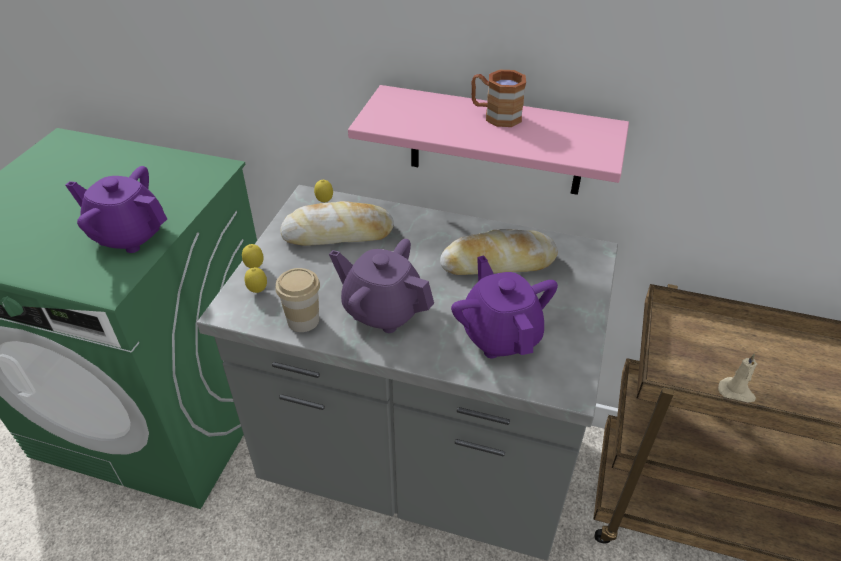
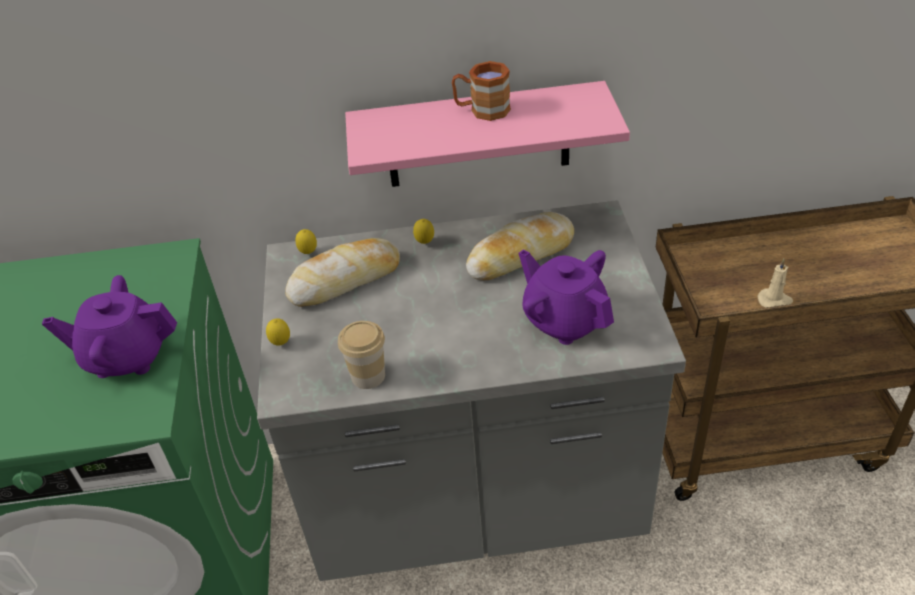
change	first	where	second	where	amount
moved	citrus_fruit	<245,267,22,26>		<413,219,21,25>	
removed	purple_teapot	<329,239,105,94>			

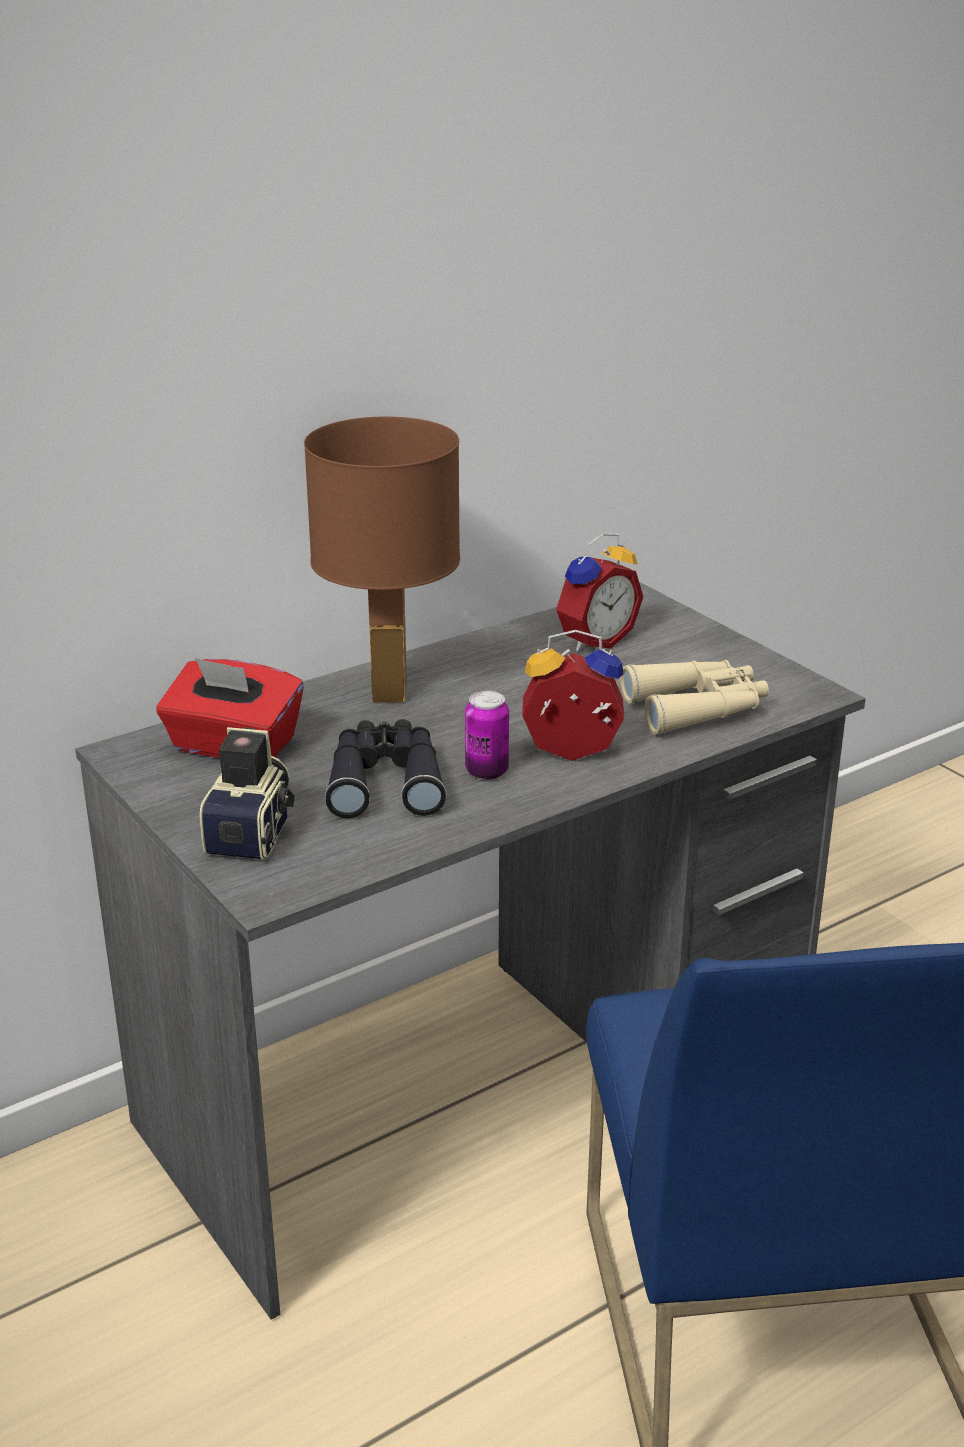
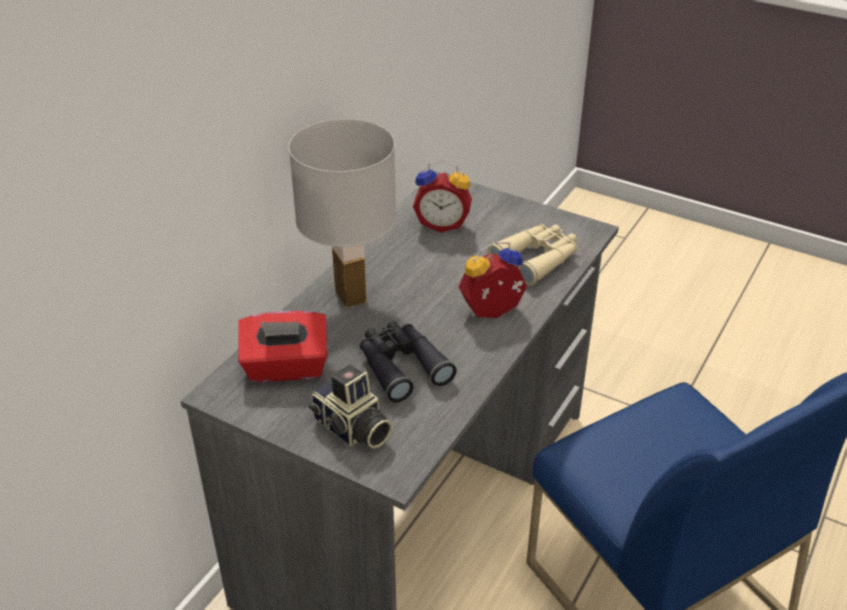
change	first	where	second	where	amount
recoloured	brown-coloured_table_lamp	<304,417,156,285>	white_table_lamp	<289,119,107,189>	
turned	still_camera	<200,727,95,133>		<309,365,83,83>	150 degrees clockwise
turned	table_clock	<556,533,87,119>		<413,161,59,72>	75 degrees clockwise
removed	can	<465,691,44,89>			

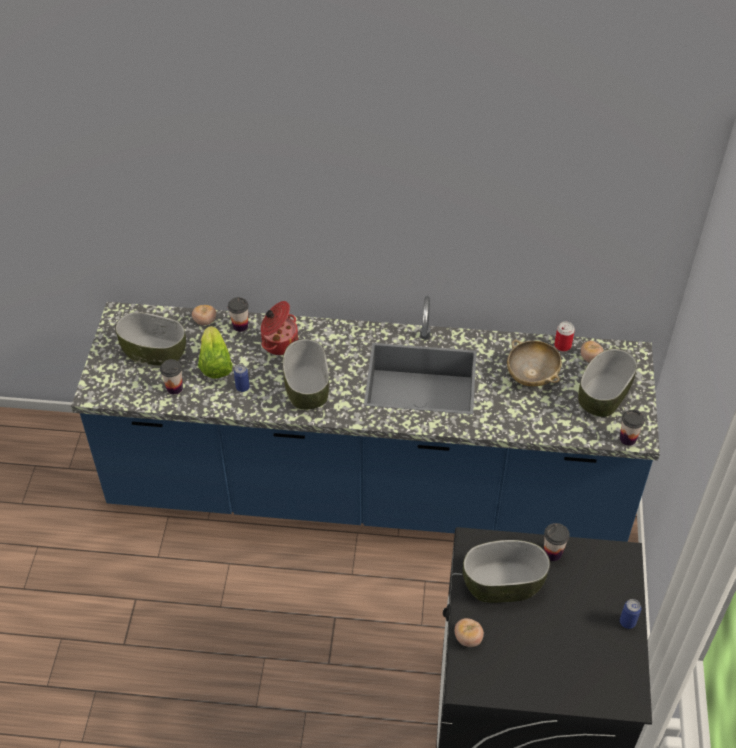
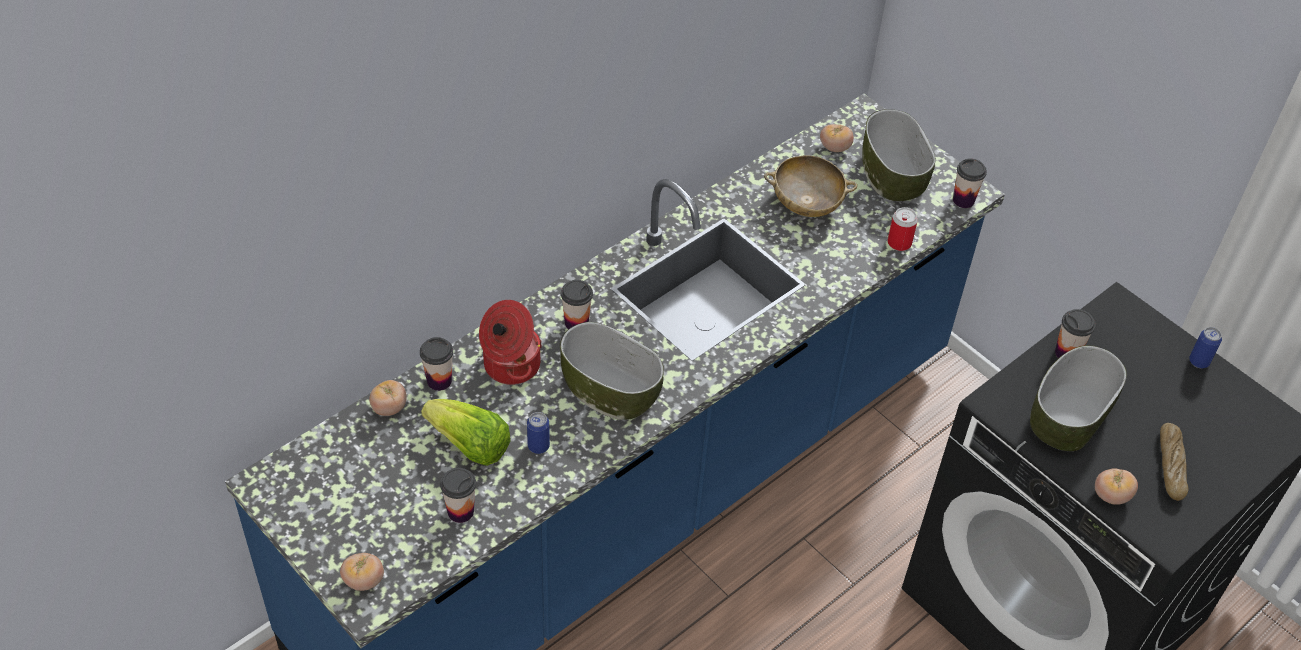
change	first	where	second	where	amount
added			tomato	<340,553,44,38>	
added			drinking_cup	<561,280,32,49>	
moved	can	<554,322,21,30>		<887,207,31,44>	
added			bakery_bread	<1160,423,28,78>	
removed	serving_bowl	<115,312,71,56>			

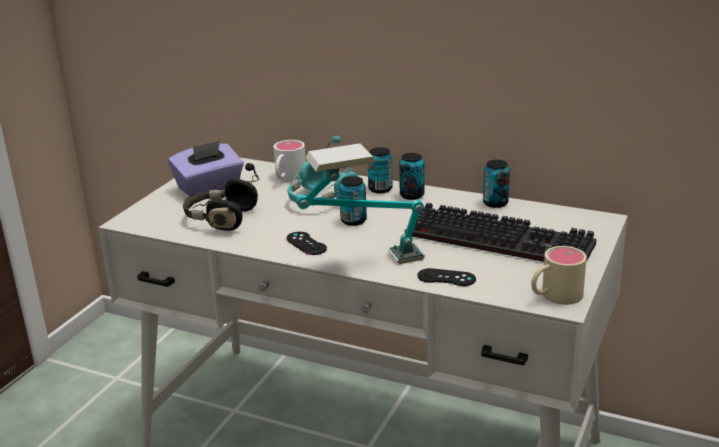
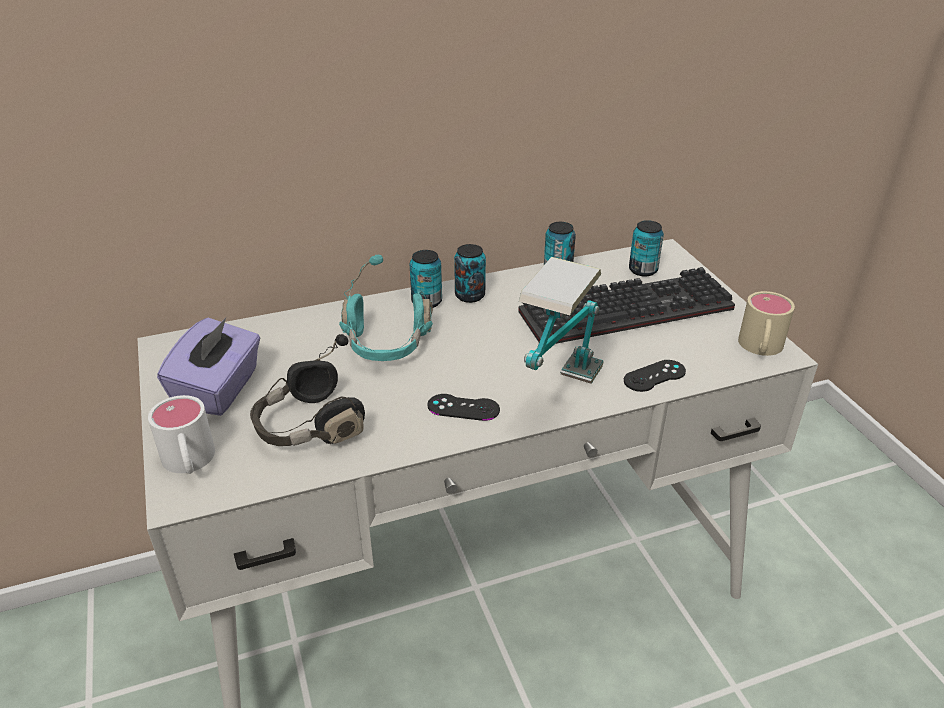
change	first	where	second	where	amount
moved	white_coffee_mug	<273,140,33,42>		<148,395,67,79>	
moved	can	<339,176,28,50>		<629,220,35,57>	

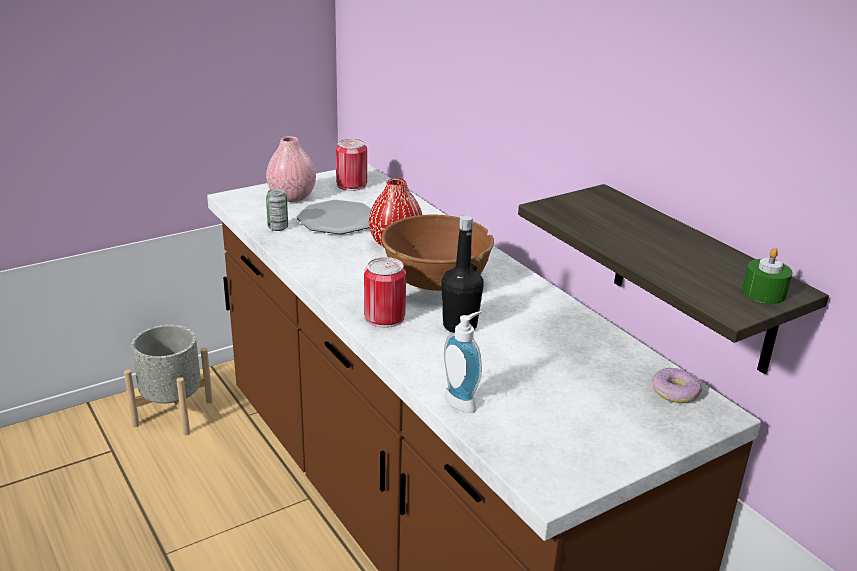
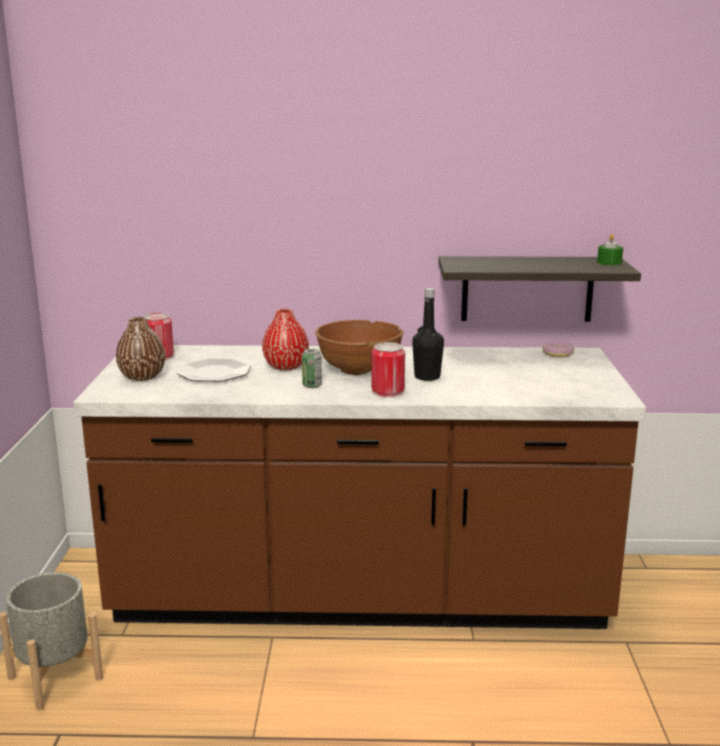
change	first	where	second	where	amount
recoloured	pinkish_decorative_vase	<266,136,50,66>	brown-coloured_decorative_vase	<116,317,49,64>	
moved	can	<266,189,22,42>		<302,349,20,39>	
removed	soap_bottle	<444,311,38,102>			

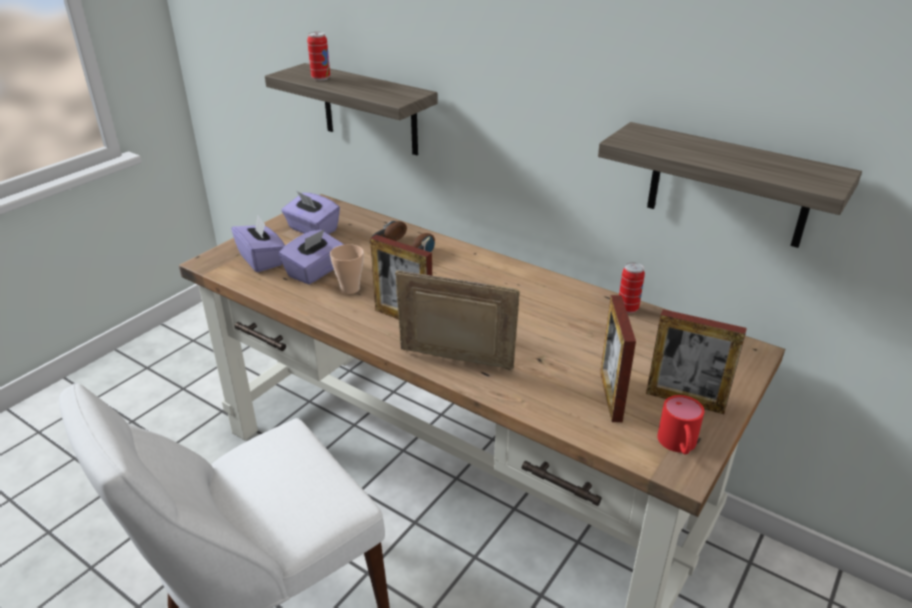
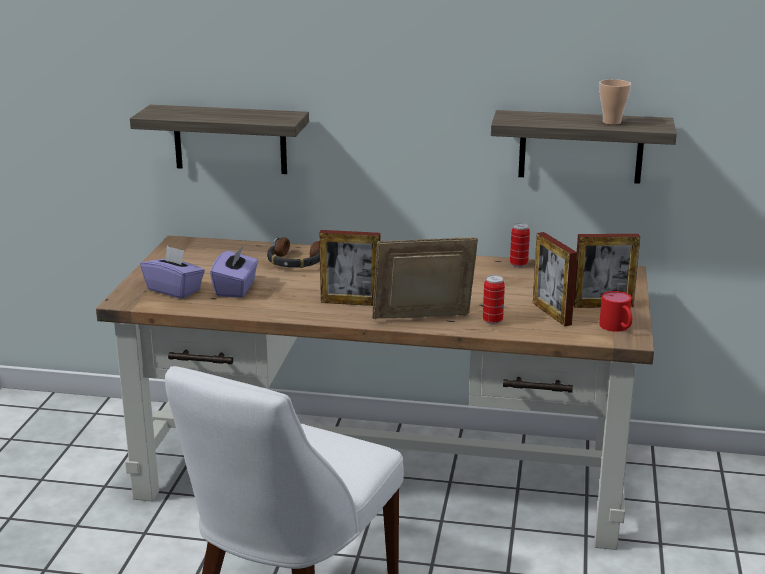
change	first	where	second	where	amount
moved	can	<307,32,23,49>		<483,275,22,50>	
moved	drinking_cup	<330,244,34,50>		<599,79,32,46>	
removed	purple_tissue_box	<282,191,58,43>			

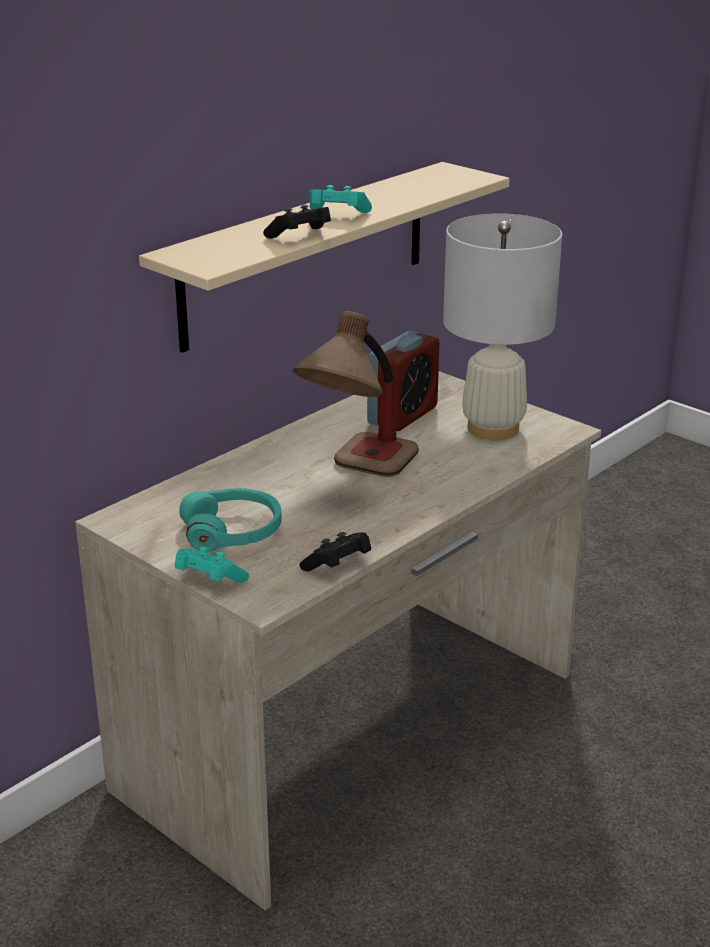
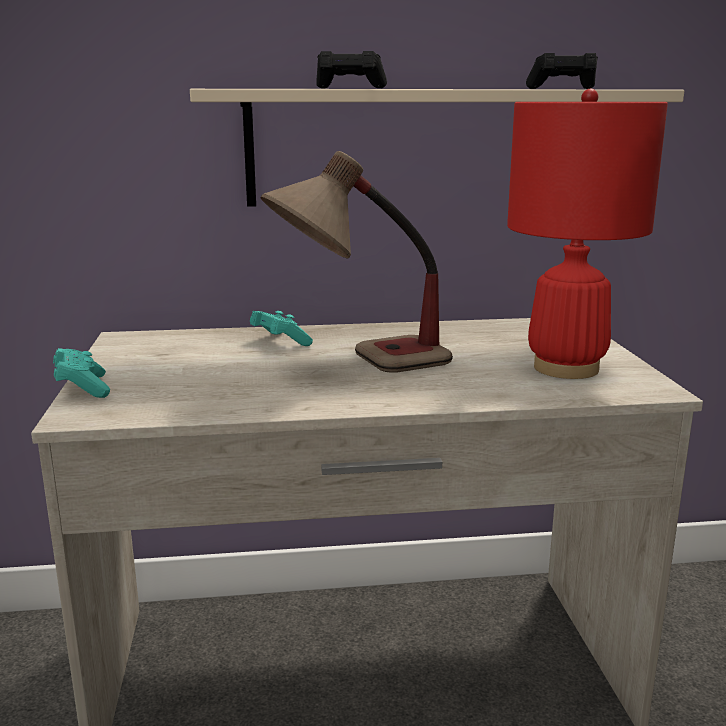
change	first	where	second	where	amount
moved	turquoise-coloured_joypad	<310,185,62,28>		<250,311,63,35>	
recoloured	white_table_lamp	<443,213,119,227>	reddish_table_lamp	<507,89,161,290>	
moved	black_joypad	<299,532,72,39>		<526,53,72,36>	
removed	turquoise-coloured_pair_of_headphones	<179,488,103,63>			
removed	table_clock	<367,331,73,100>			

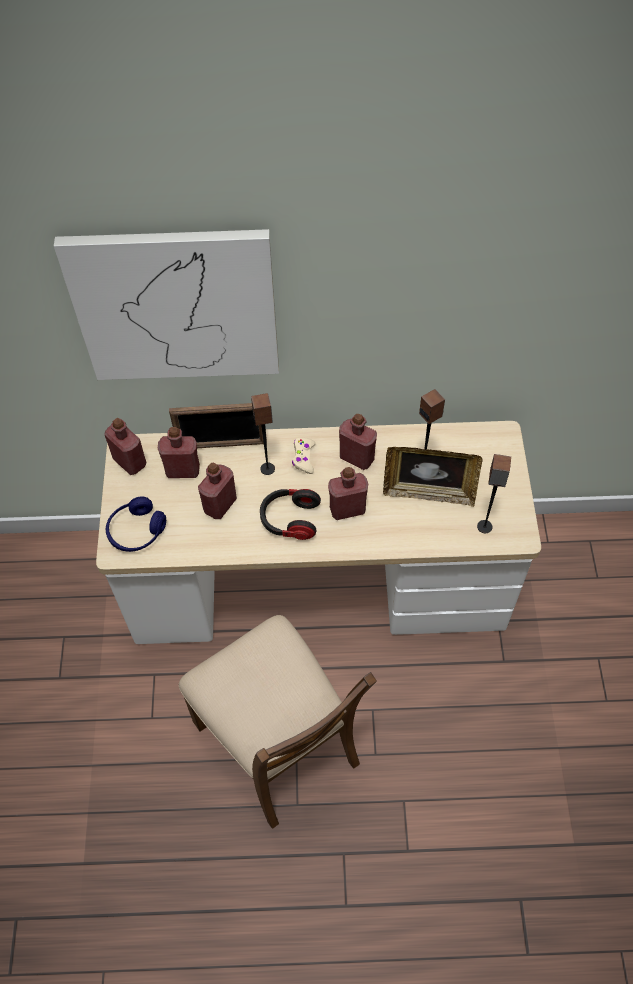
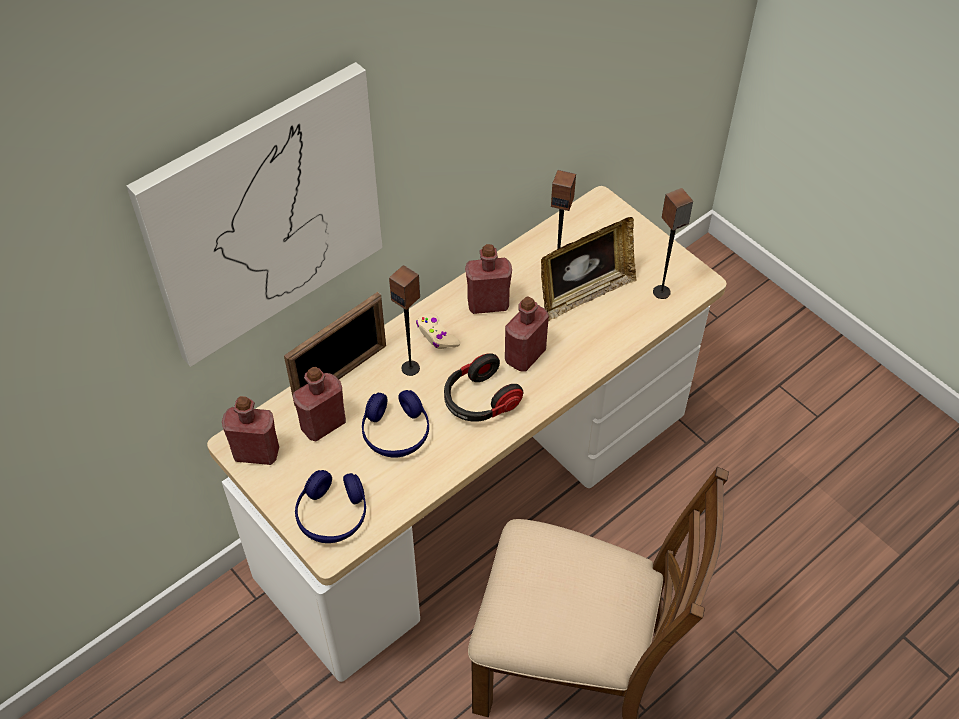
change	first	where	second	where	amount
replaced	reddish_beverage_bottle	<198,463,39,56>	bluish_pair_of_headphones	<362,390,67,68>	

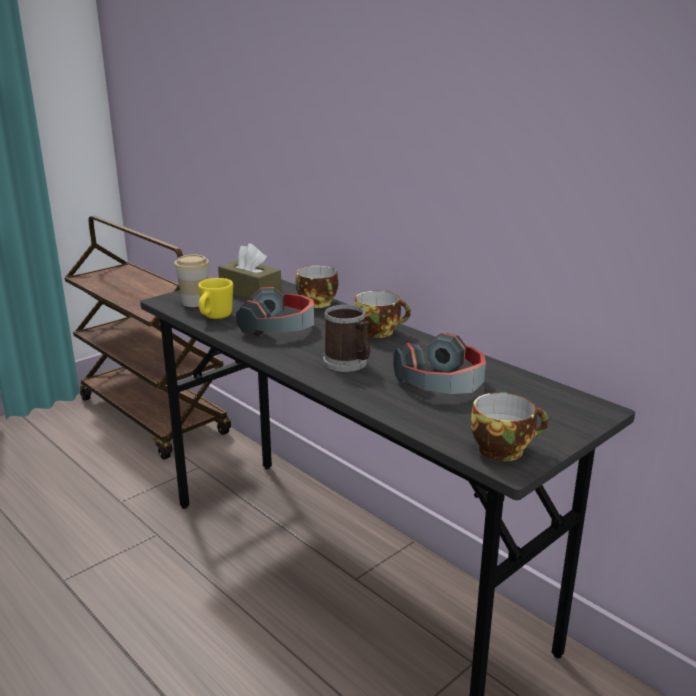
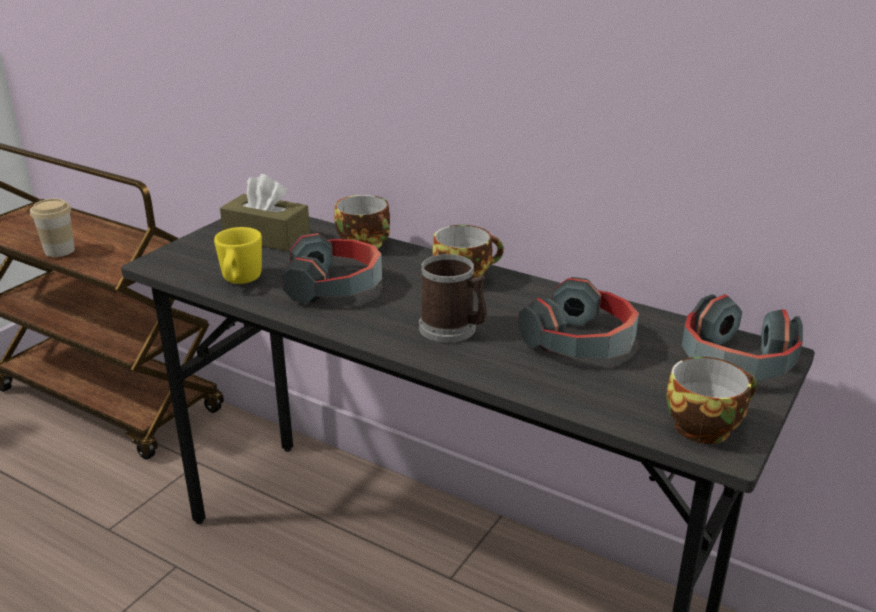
change	first	where	second	where	amount
moved	drinking_cup	<174,255,36,52>		<30,199,45,58>	
added			pair_of_headphones	<682,294,121,88>	

